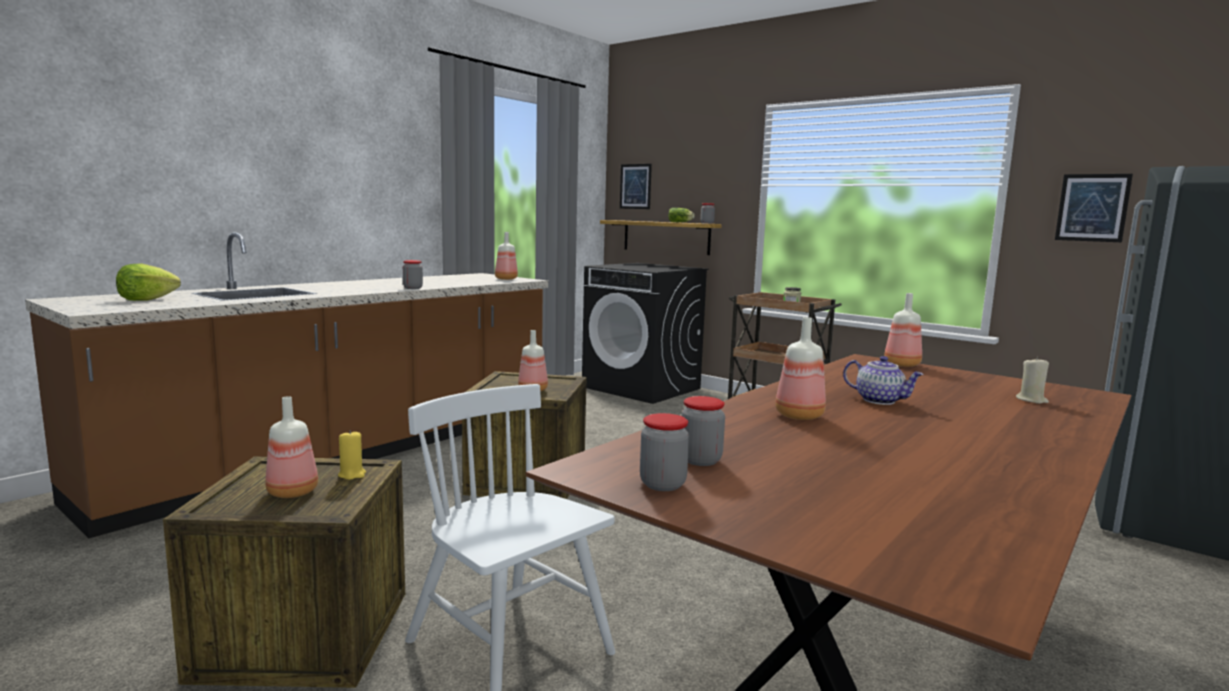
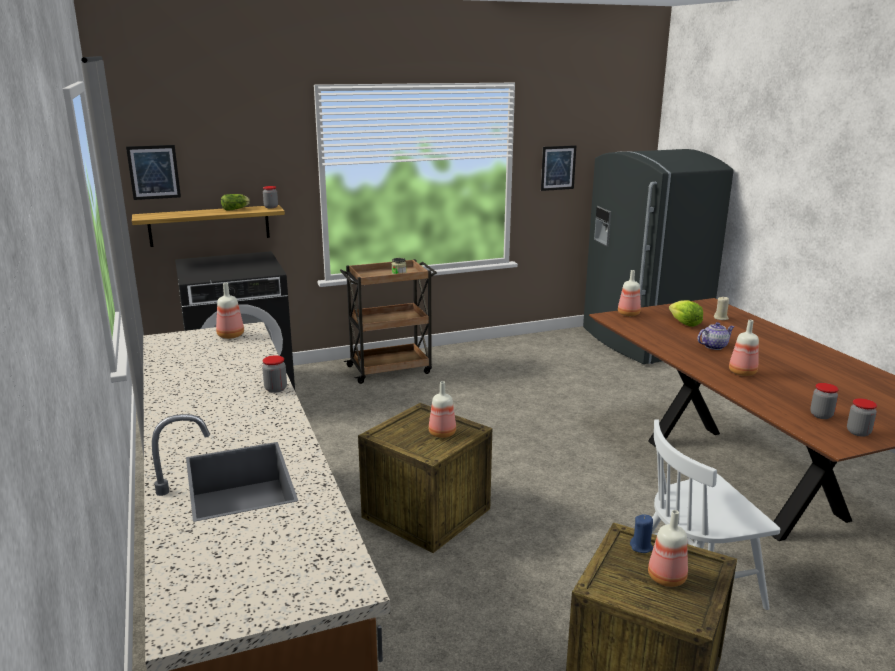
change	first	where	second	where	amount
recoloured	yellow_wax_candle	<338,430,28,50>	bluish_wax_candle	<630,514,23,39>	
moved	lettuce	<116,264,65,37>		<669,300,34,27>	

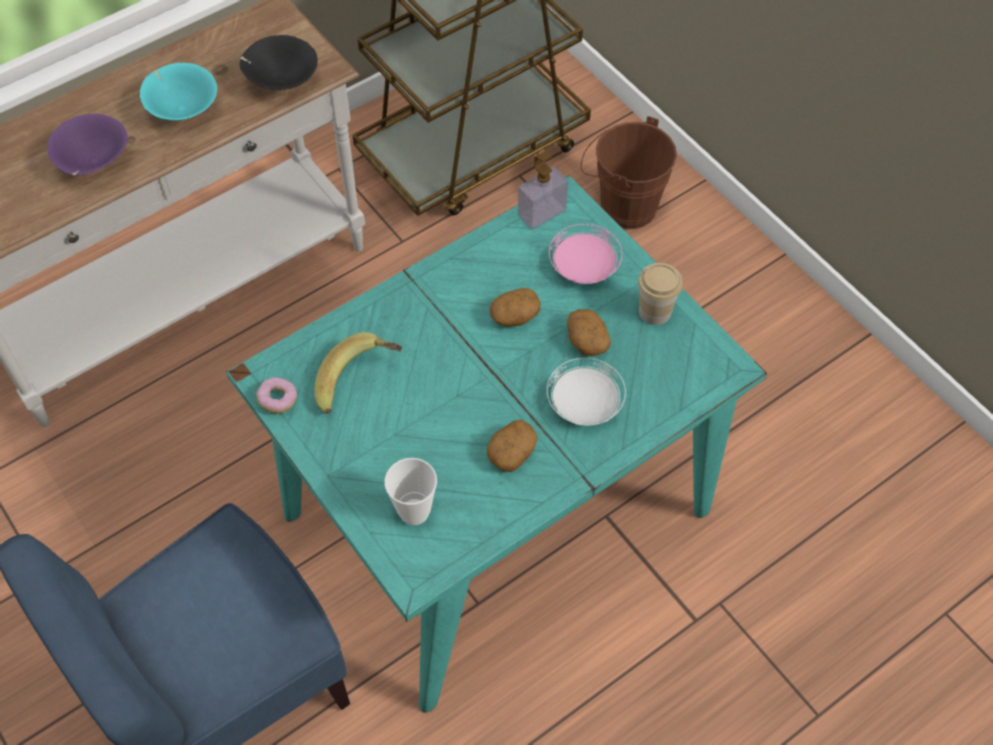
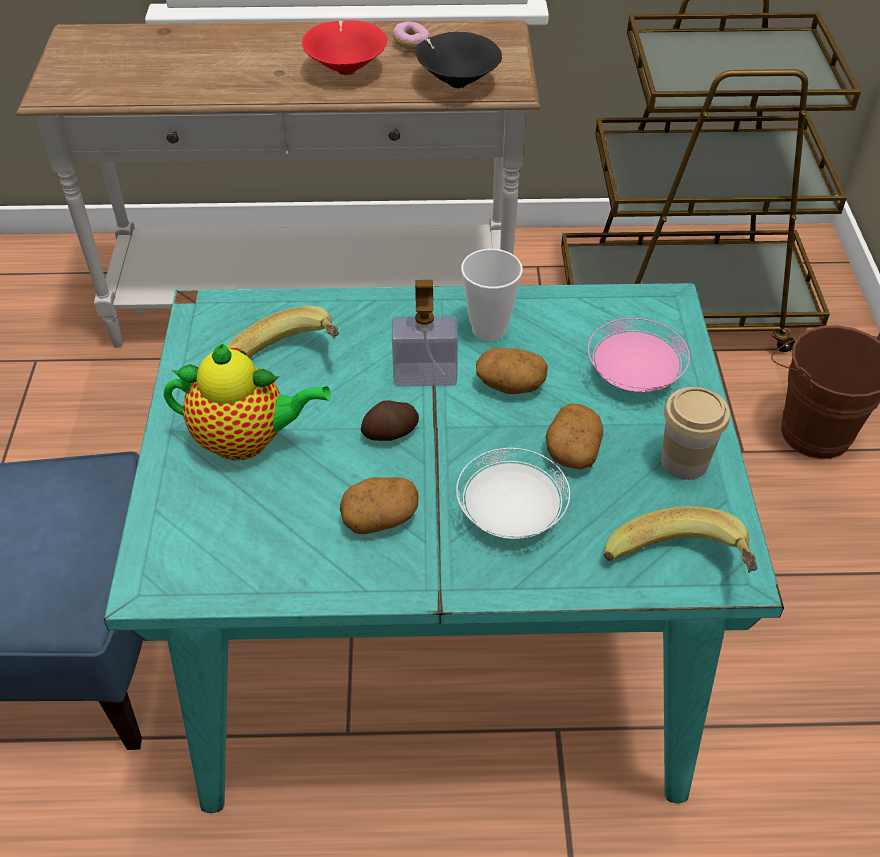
change	first	where	second	where	amount
added			teapot	<164,343,167,117>	
recoloured	turquoise-coloured_serving_bowl	<140,63,77,58>	reddish_serving_bowl	<302,20,85,55>	
added			whole_potato	<361,400,58,41>	
moved	soap_bottle	<518,151,50,79>		<392,280,66,107>	
moved	doughnut	<256,377,41,37>		<393,21,37,29>	
moved	drinking_cup	<384,458,53,67>		<461,249,62,92>	
added			banana_fruit	<604,506,153,67>	
removed	purple_serving_bowl	<47,114,81,62>			

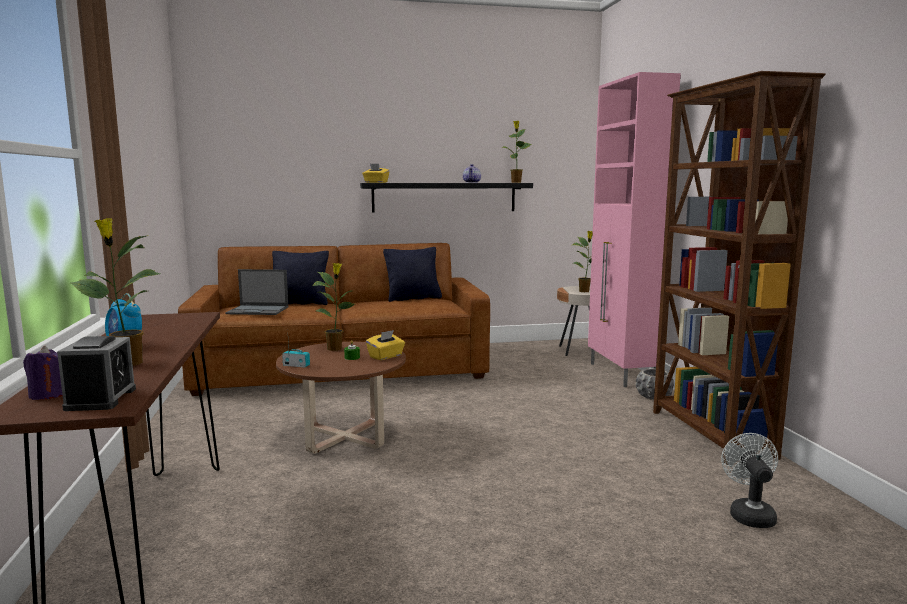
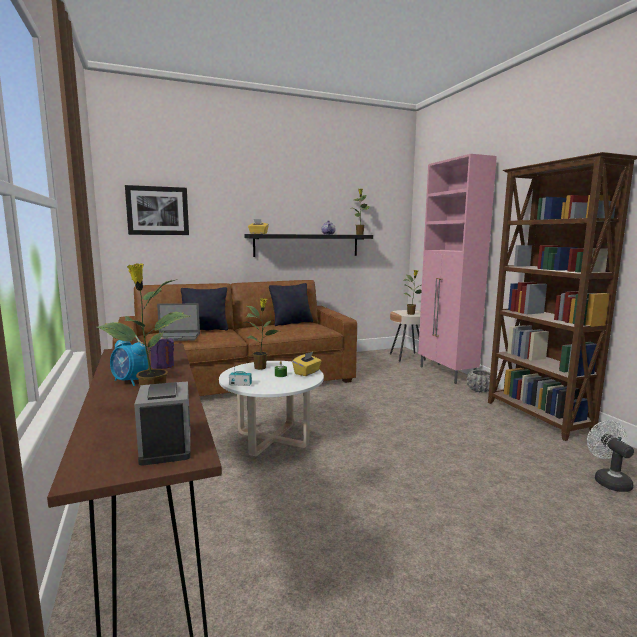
change	first	where	second	where	amount
added			wall_picture	<125,185,64,50>	
moved	purple_wax_candle	<23,346,40,54>		<150,335,24,34>	
recoloured	brown-coloured_low_table	<276,342,130,112>	white_low_table	<219,361,105,95>	

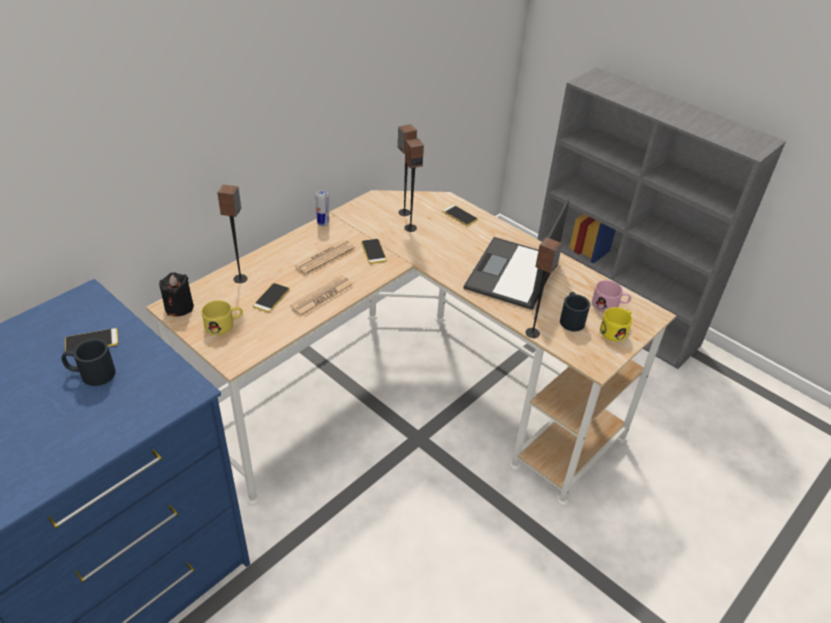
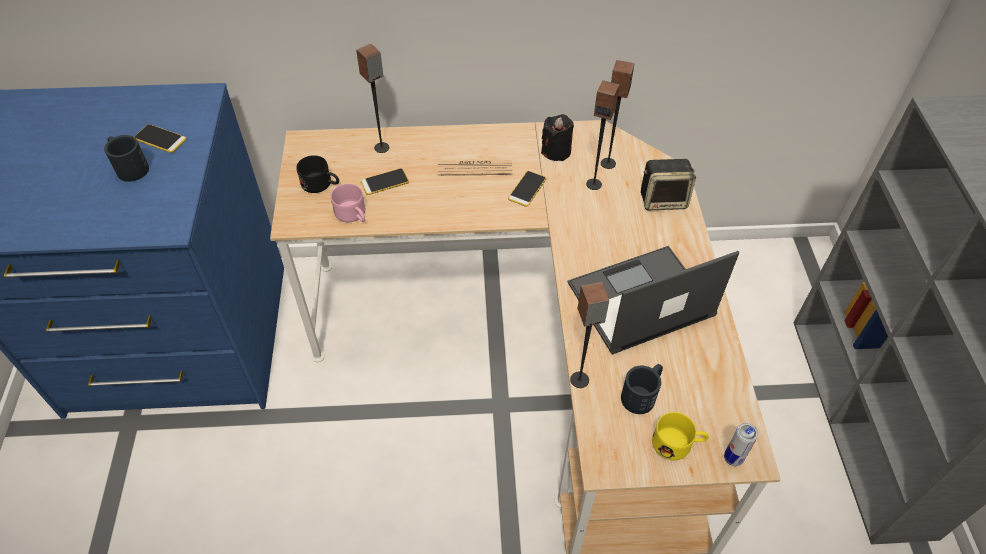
change	first	where	second	where	amount
recoloured	yellow_coffee_mug	<202,300,41,35>	black_coffee_mug	<296,155,43,38>	
moved	pinkish_coffee_mug	<592,280,39,32>		<331,184,34,38>	
moved	black_wax_candle	<159,272,35,44>		<541,114,33,47>	
replaced	telephone	<442,205,36,21>	audio_speaker	<641,159,55,51>	
moved	can	<316,190,13,36>		<724,423,35,43>	
removed	newspaper	<290,275,64,42>			

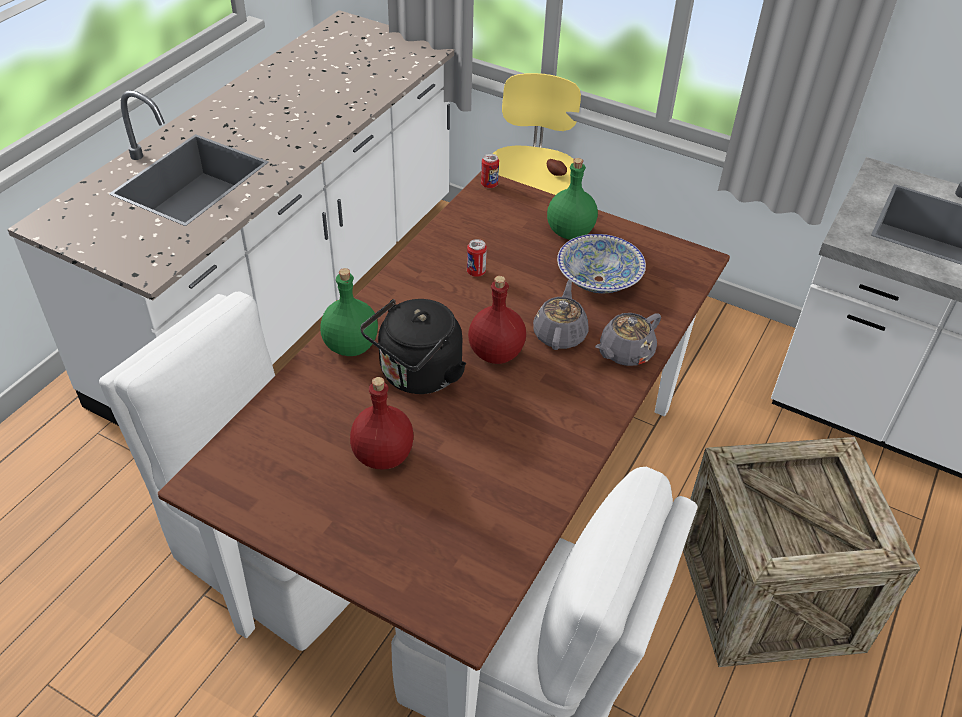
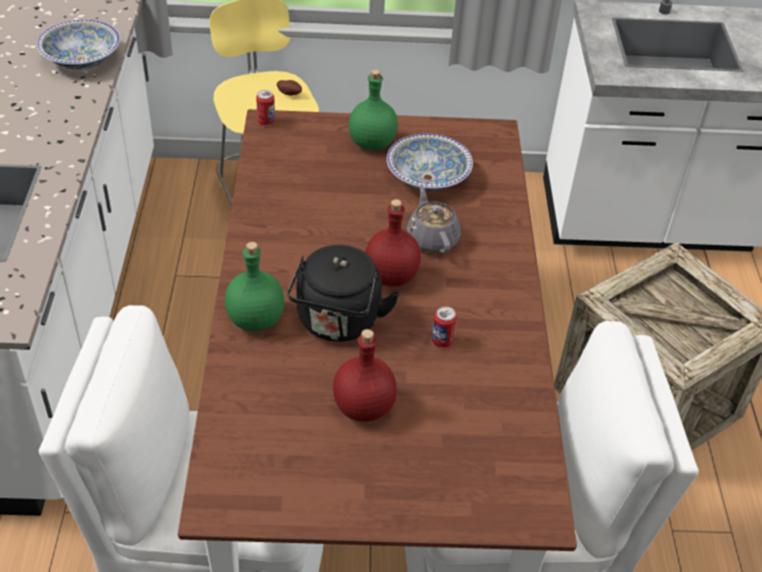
change	first	where	second	where	amount
added			serving_bowl	<37,19,83,50>	
moved	can	<467,239,20,38>		<432,306,25,42>	
removed	gray_teapot	<595,313,66,53>			

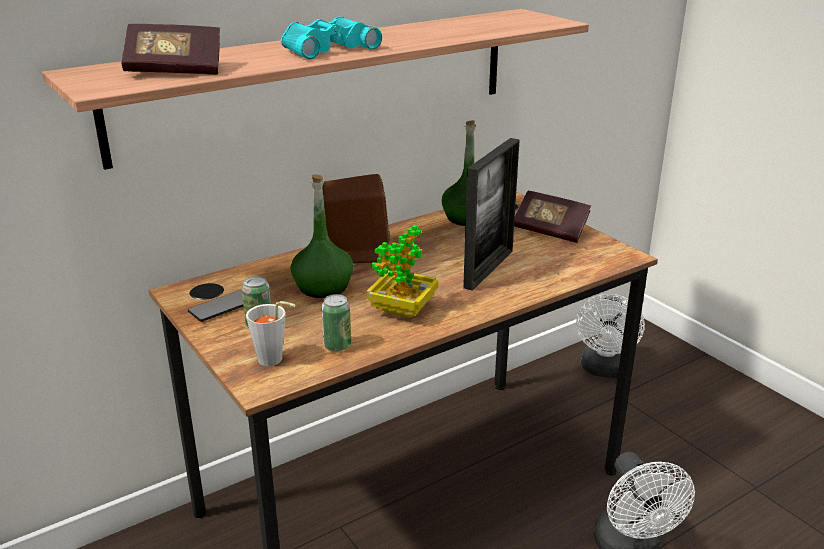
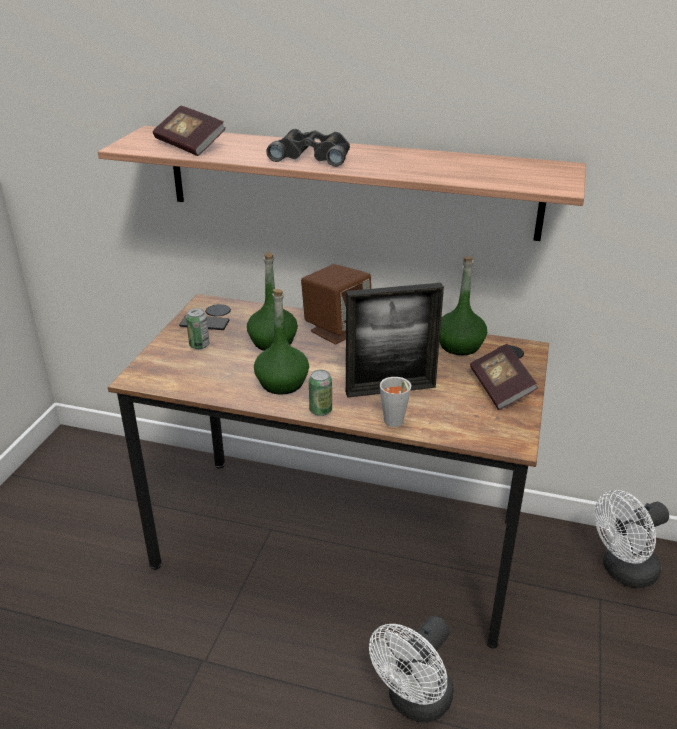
change	first	where	second	where	amount
replaced	plant_in_a_pot	<367,225,71,93>	greenish_beverage_bottle	<254,289,55,106>	
recoloured	turquoise-coloured_field_glasses	<281,17,101,42>	black_field_glasses	<266,129,84,38>	
moved	can	<321,294,30,57>		<309,370,23,46>	
moved	gray_drinking_cup	<246,301,49,65>		<380,377,31,50>	

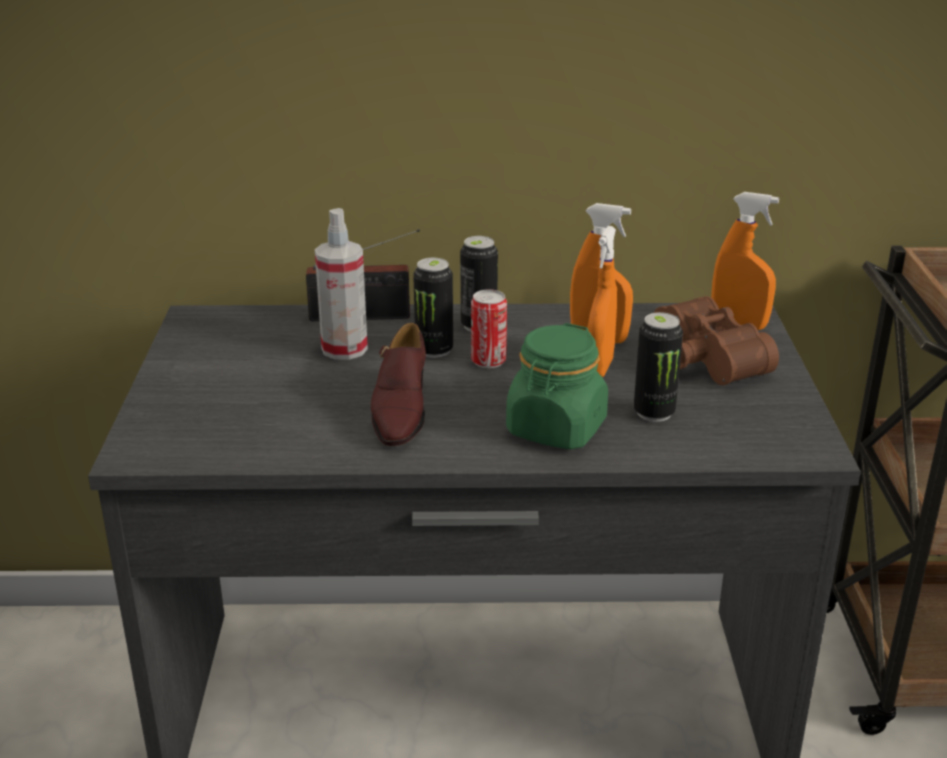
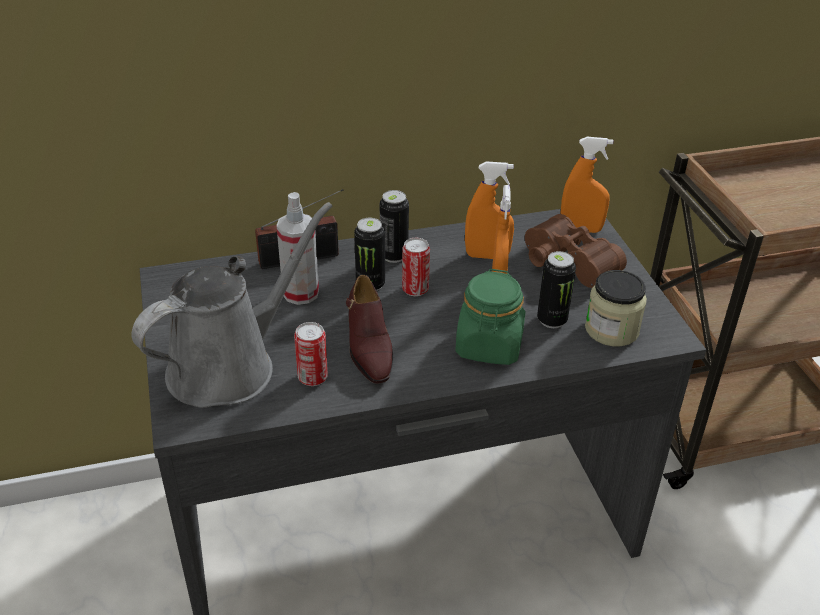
change	first	where	second	where	amount
added			gray_sprinkling_can	<131,202,202,206>	
added			can	<294,322,34,64>	
added			jar	<585,270,62,76>	

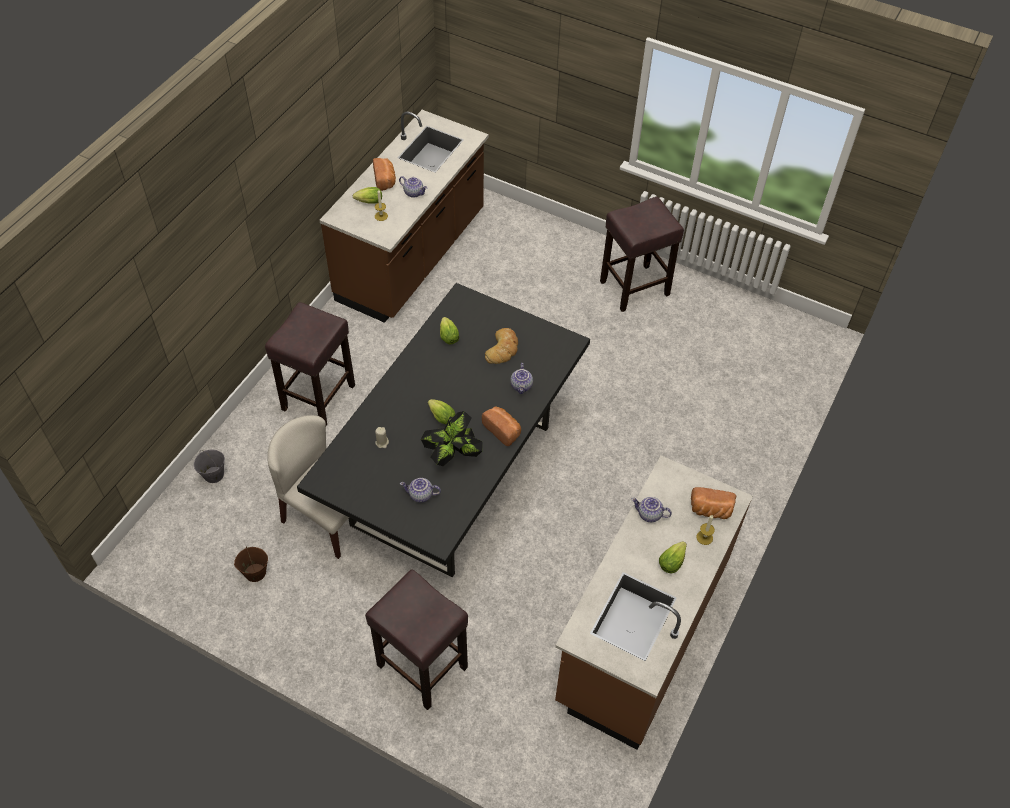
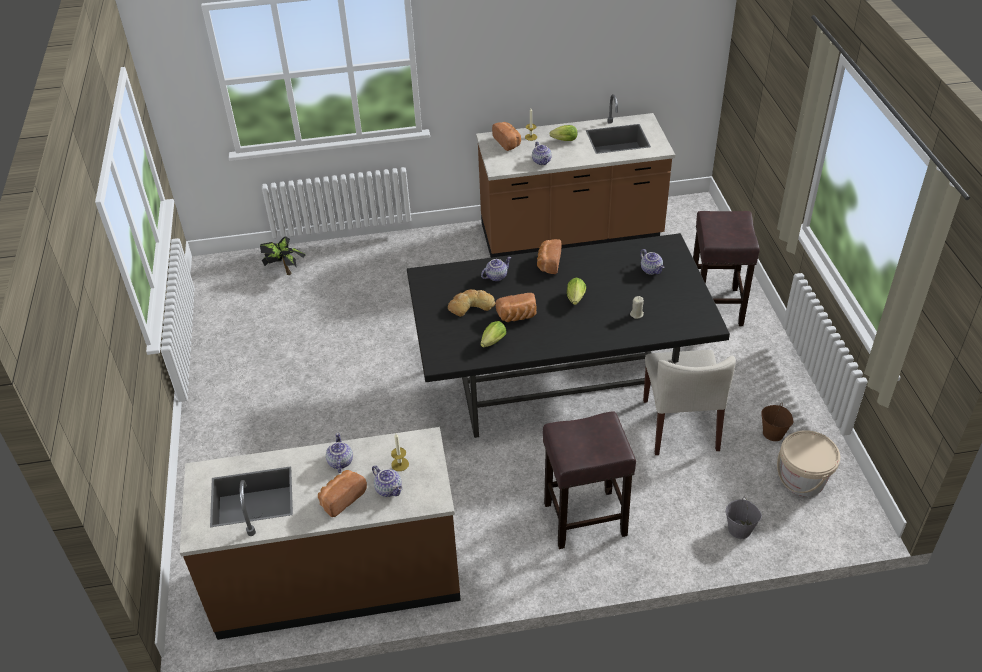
change	first	where	second	where	amount
moved	plant_in_a_pot	<421,411,62,55>		<260,236,46,39>	
replaced	lettuce	<353,187,29,17>	teapot	<372,465,30,32>	
added			bakery_bread	<496,293,41,29>	
added			sand-coloured_water_bucket	<777,430,63,66>	
removed	brown-coloured_sitting_stool	<600,197,84,115>			

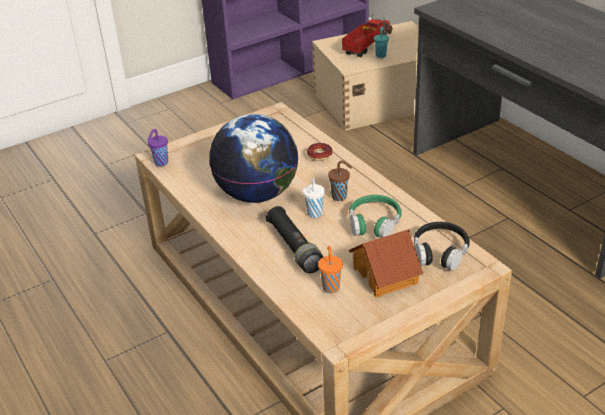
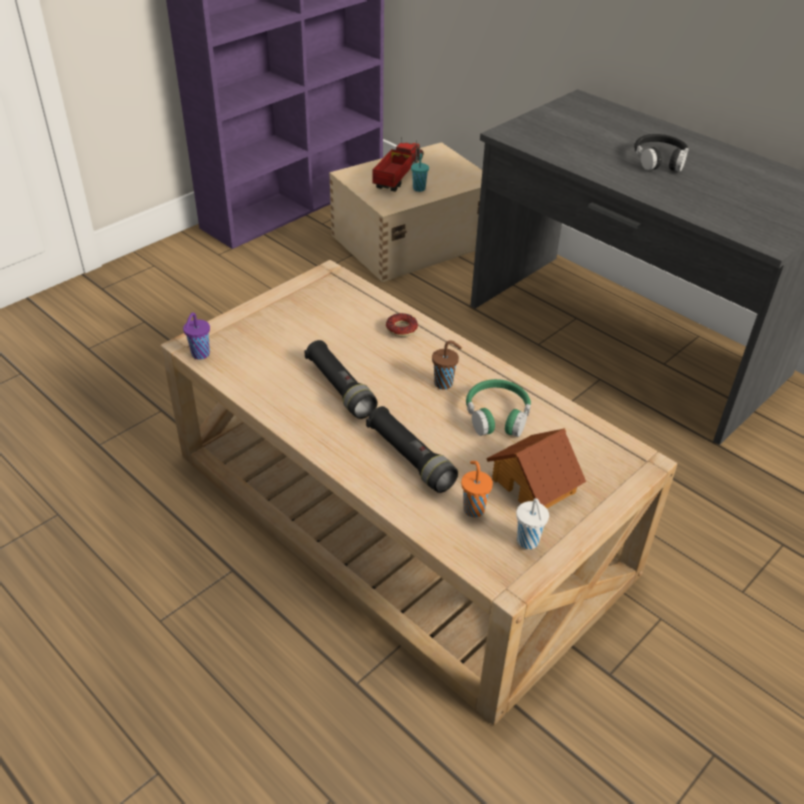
change	first	where	second	where	amount
replaced	globe	<209,114,89,89>	black_flashlight	<304,340,74,79>	
moved	white_drinking_cup	<303,178,22,40>		<516,498,33,51>	
moved	black_pair_of_headphones	<414,222,56,48>		<634,134,55,38>	

